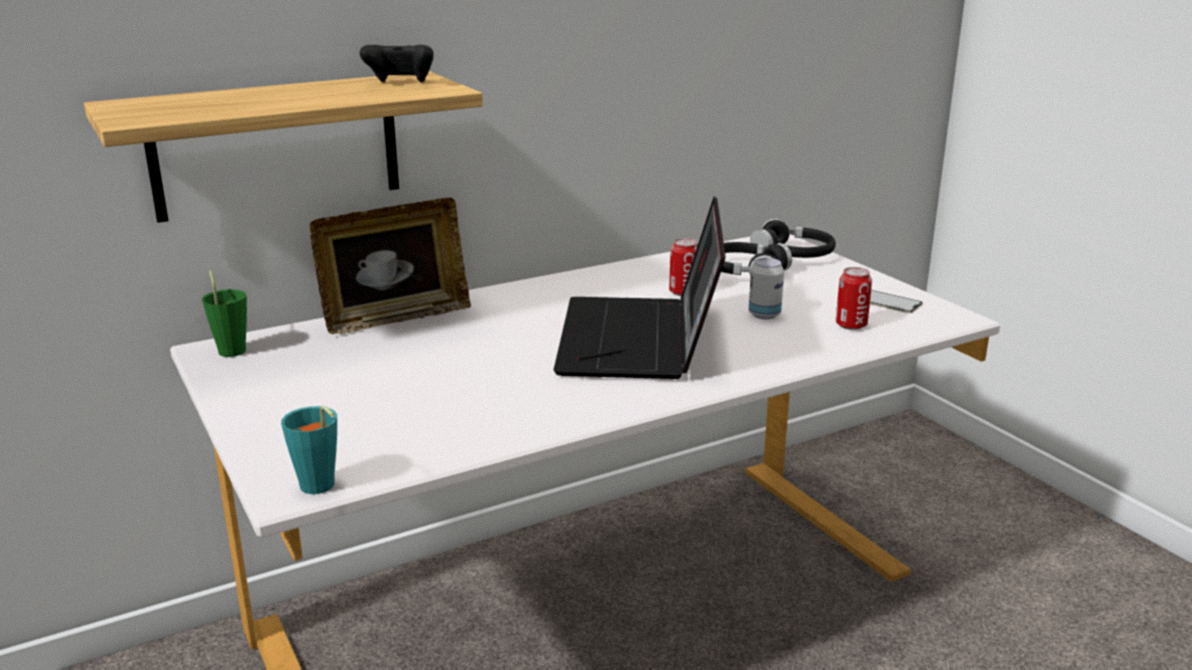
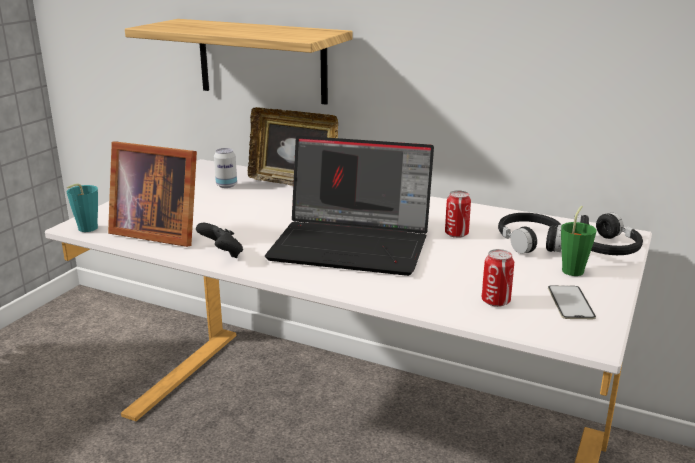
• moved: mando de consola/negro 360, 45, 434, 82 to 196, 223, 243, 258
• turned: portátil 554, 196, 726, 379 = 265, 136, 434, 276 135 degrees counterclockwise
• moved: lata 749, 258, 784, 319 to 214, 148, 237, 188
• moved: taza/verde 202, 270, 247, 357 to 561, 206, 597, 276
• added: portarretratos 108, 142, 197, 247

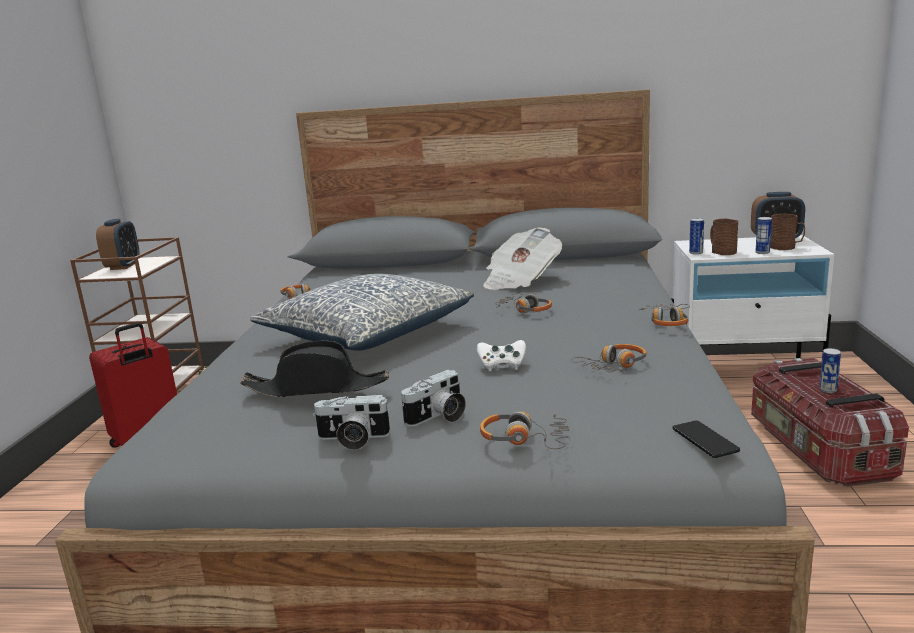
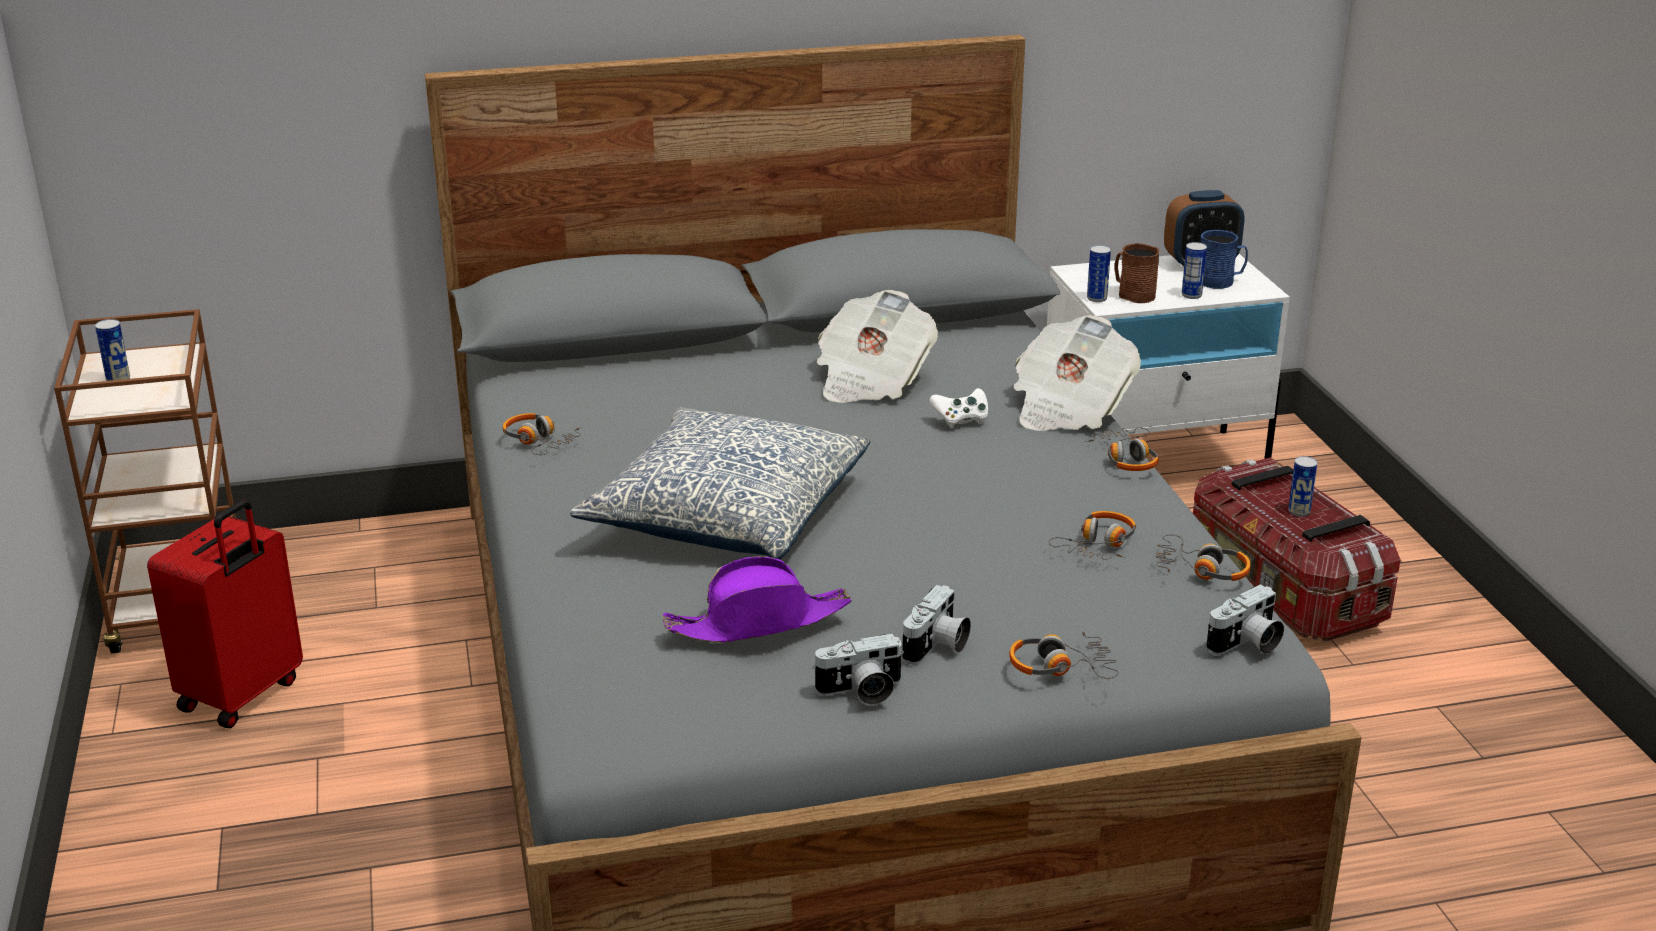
• recoloured: taza grande/marrón 770, 214, 805, 250 to taza grande/azul 1201, 230, 1248, 289
• replaced: despertador 96, 219, 140, 270 to lata 95, 319, 130, 381
• moved: auriculares 495, 293, 552, 313 to 1155, 534, 1251, 581
• recoloured: sombrero/negro 240, 340, 389, 397 to sombrero/morado 662, 557, 851, 643
• moved: mando de consola/blanco 477, 340, 526, 371 to 930, 388, 988, 429
• replaced: móvil 672, 420, 740, 458 to cámara 1206, 585, 1284, 655
• added: periódico 1013, 315, 1141, 431

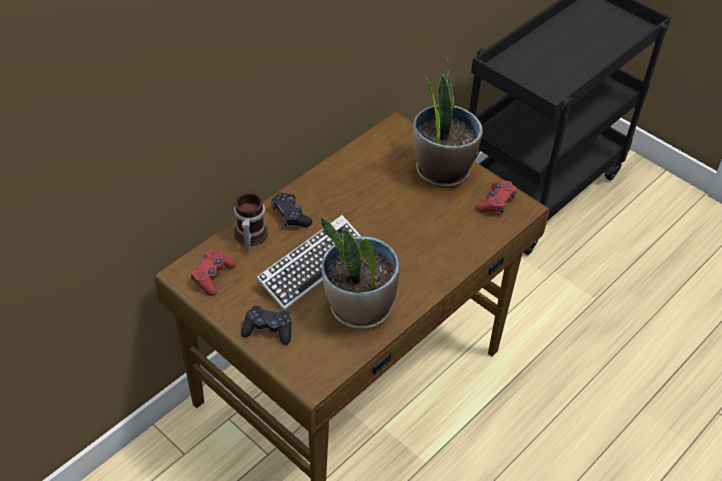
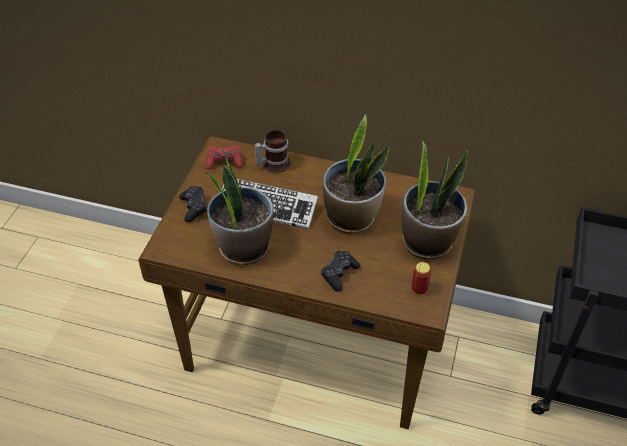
• replaced: mando de consola/rojo 476, 181, 517, 214 to lata 412, 262, 431, 296
• moved: mando de consola/negro 271, 192, 312, 227 to 321, 251, 360, 292
• added: planta en maceta 323, 114, 389, 233

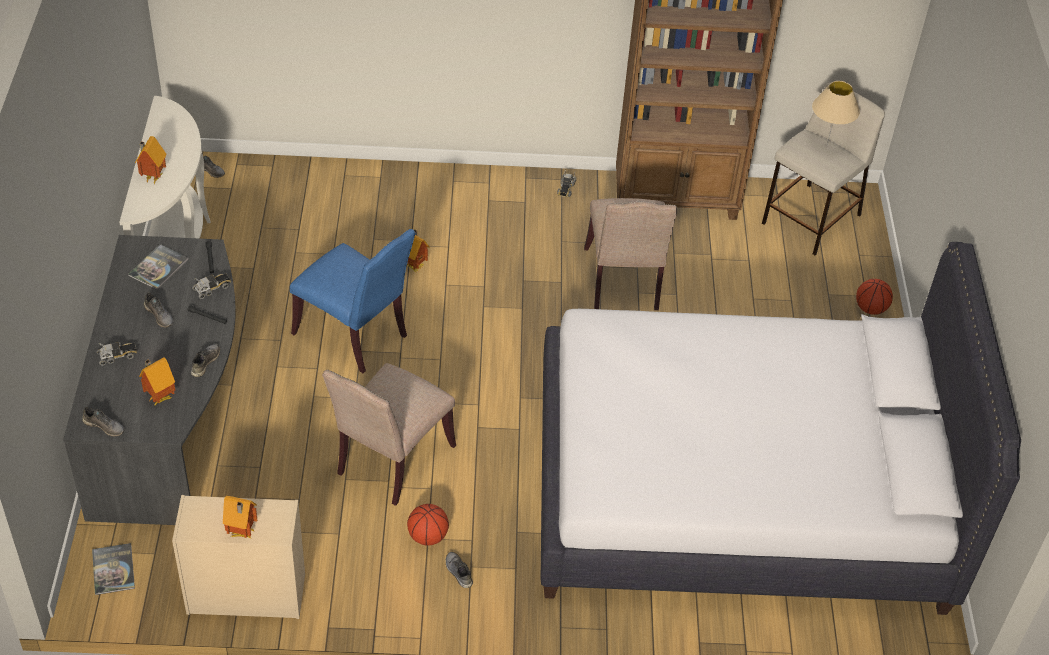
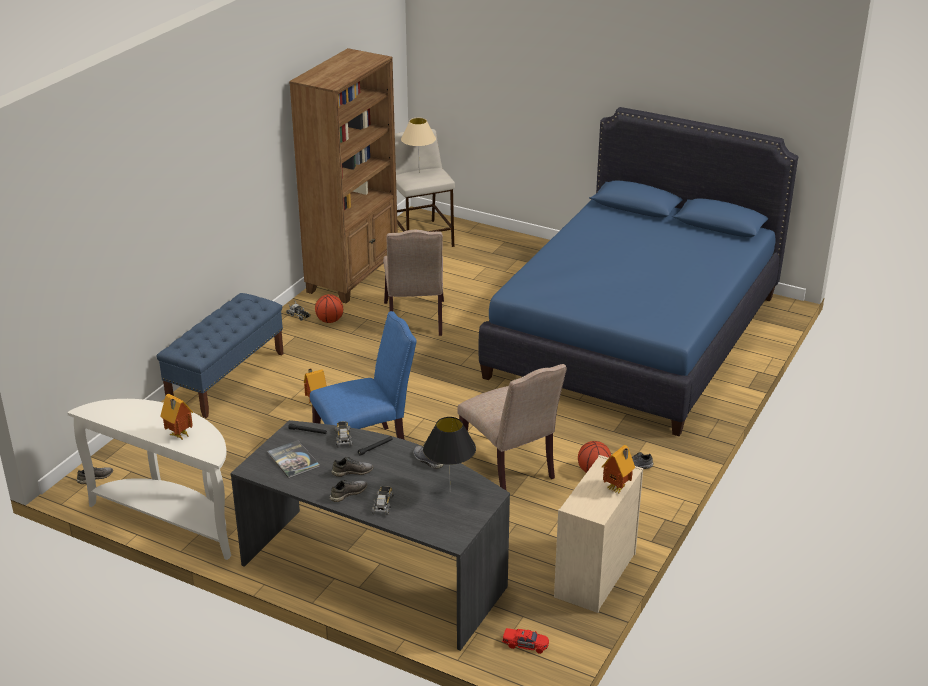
• turned: silla/beis 584, 198, 677, 310 = 383, 230, 444, 336 60 degrees clockwise
• recoloured: cama/blanco 541, 242, 1021, 615 to cama/azul 478, 107, 798, 436
• moved: balón de baloncesto 856, 279, 893, 315 to 315, 294, 343, 323
• replaced: casita 139, 357, 175, 406 to lámpara de mesa/negro 423, 417, 476, 490
• moved: zapato/gris 82, 407, 124, 437 to 330, 480, 367, 502
• replaced: libro 92, 543, 135, 595 to coche de juguete/rojo 502, 628, 549, 654
• added: banco/azul 157, 293, 284, 418

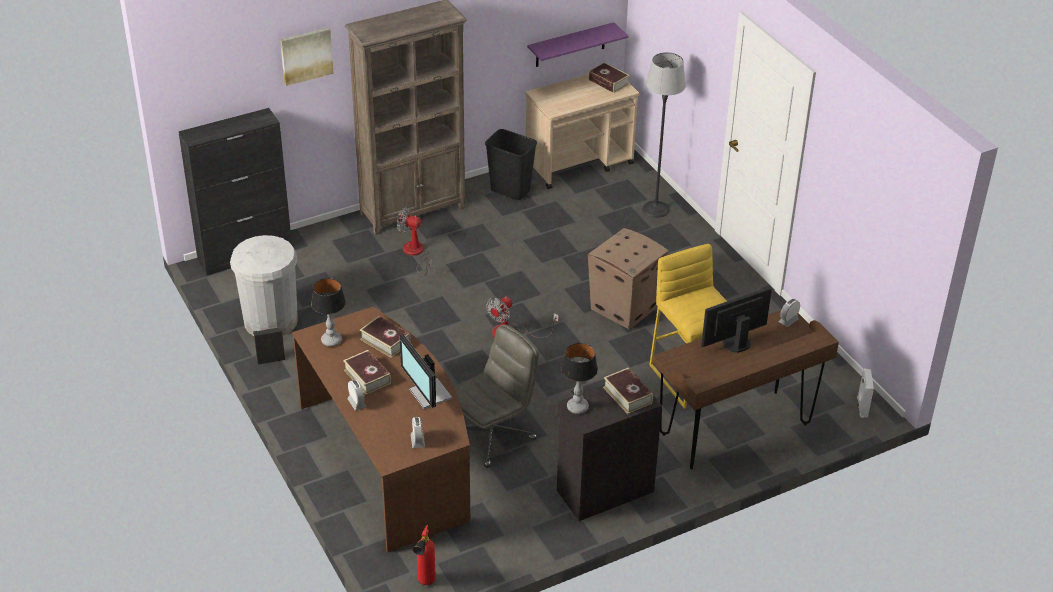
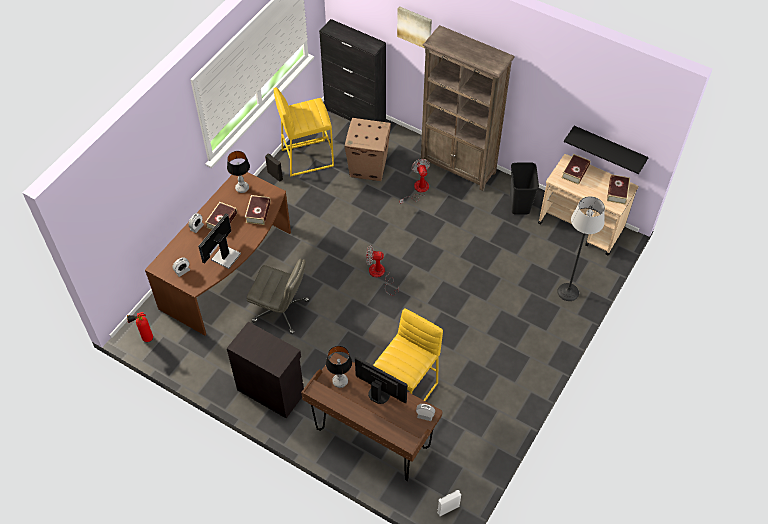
• recoloured: estante/morado 527, 22, 629, 67 to estante/negro 564, 126, 649, 174
• moved: caja de cartón 588, 228, 669, 330 to 344, 118, 391, 181
• replaced: papelera/blanco 230, 235, 298, 336 to taburete/amarillo 274, 87, 334, 177
• moved: lámpara de mesa 561, 343, 598, 414 to 326, 346, 352, 388
• moved: libro 603, 368, 653, 414 to 561, 154, 590, 185

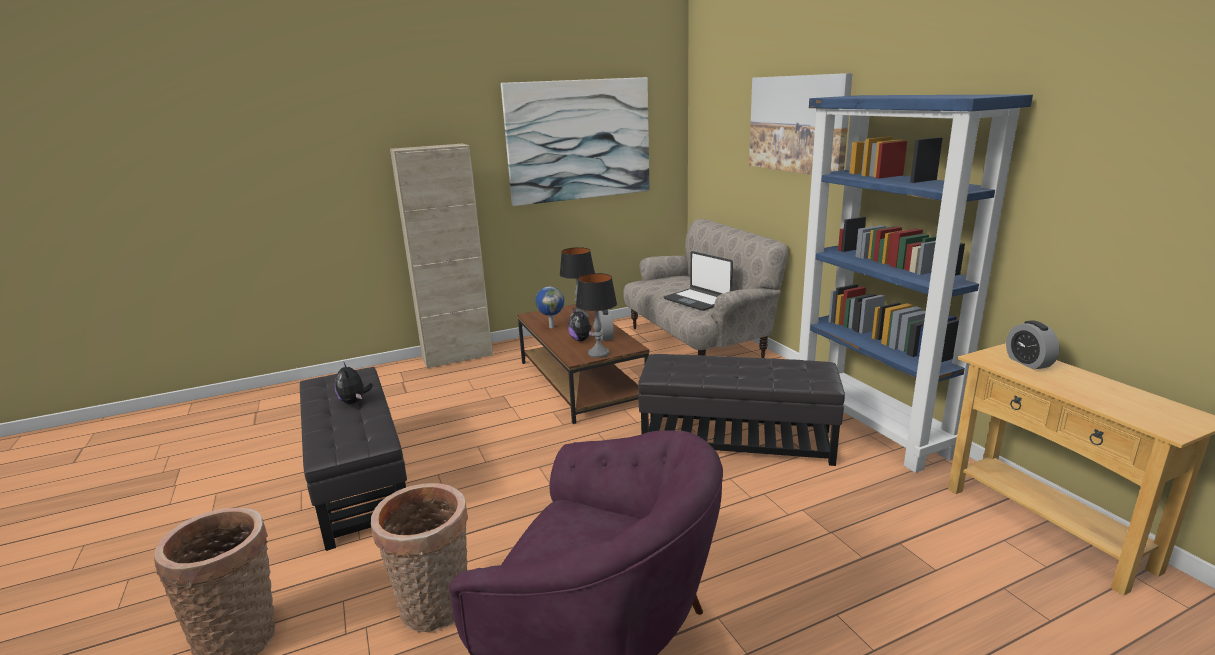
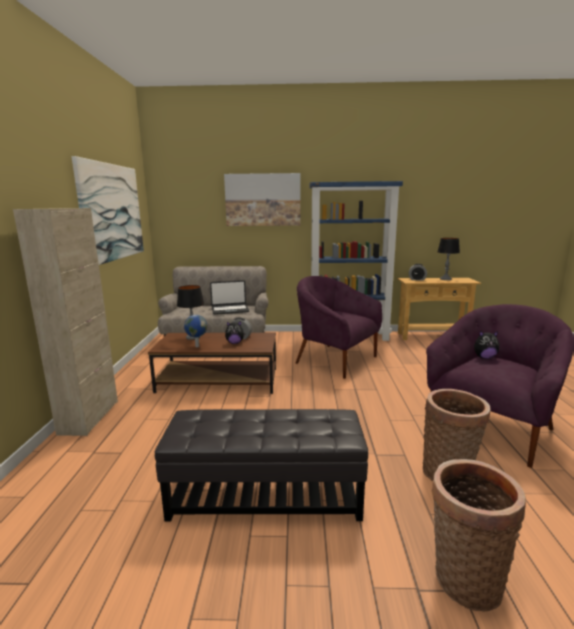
• moved: lámpara de mesa 576, 273, 617, 358 to 438, 238, 460, 280
• replaced: puf/negro 638, 354, 845, 466 to sillón/morado 296, 276, 382, 379
• moved: peluche 335, 361, 373, 404 to 474, 331, 499, 359

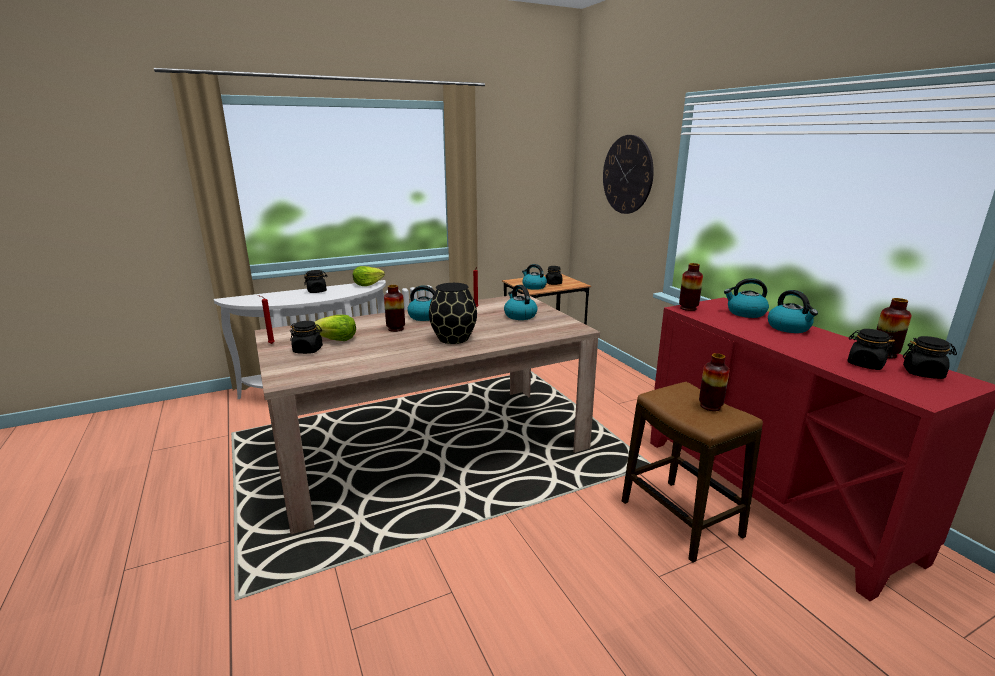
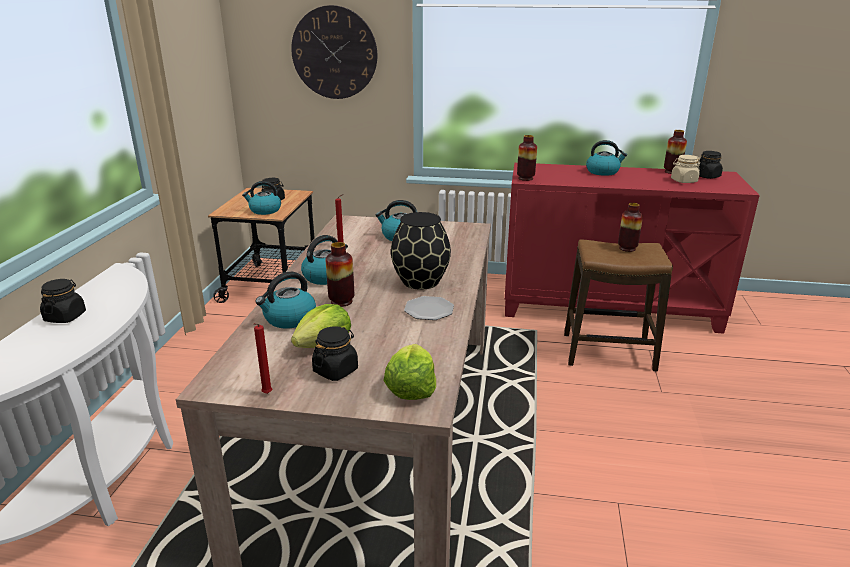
• moved: lechuga 353, 266, 385, 286 to 383, 344, 436, 400
• moved: hervidor 724, 278, 769, 318 to 255, 272, 316, 329
• recoloured: tarro/negro 847, 329, 895, 370 to tarro/beis 671, 155, 700, 183
• added: plato 404, 296, 454, 320

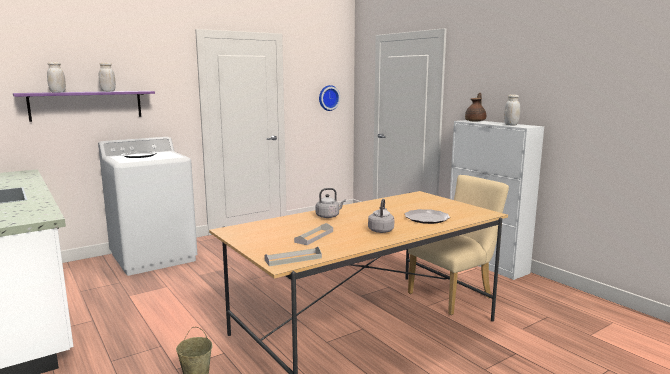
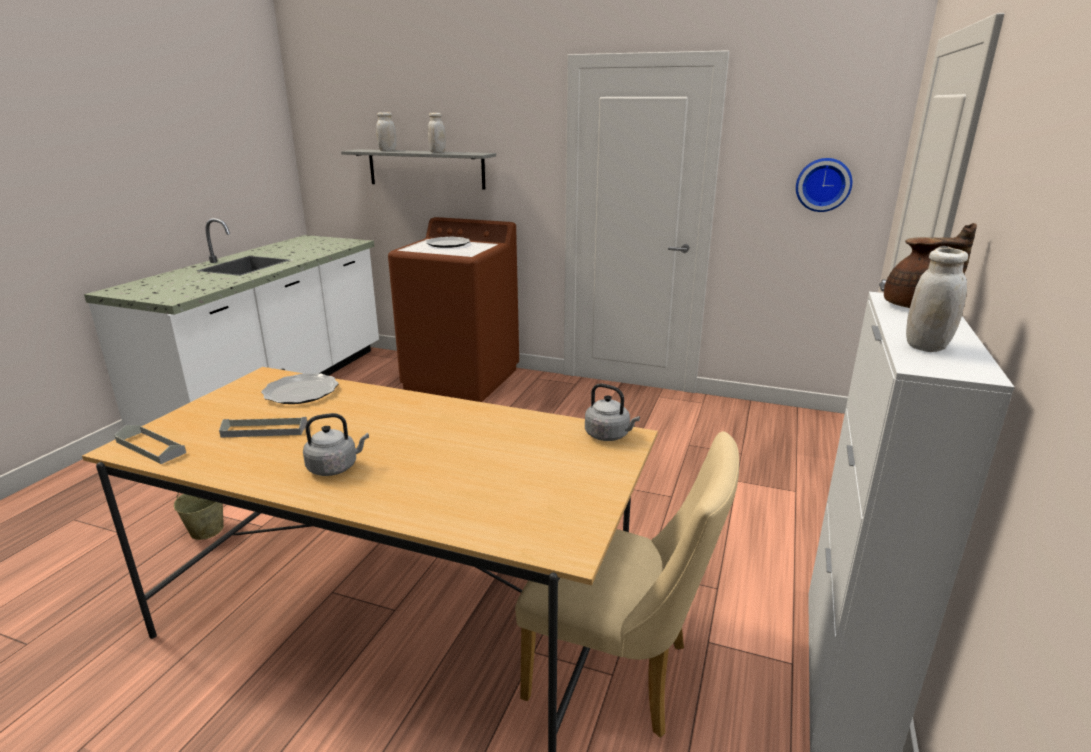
• recoloured: estante/morado 13, 91, 155, 122 to estante/gris 341, 149, 496, 189
• recoloured: lavadora/blanco 98, 137, 197, 276 to lavadora/marrón 388, 217, 519, 402
• moved: hervidor/gris 316, 188, 346, 218 to 585, 384, 640, 441
• moved: plato 405, 209, 450, 224 to 261, 373, 339, 404

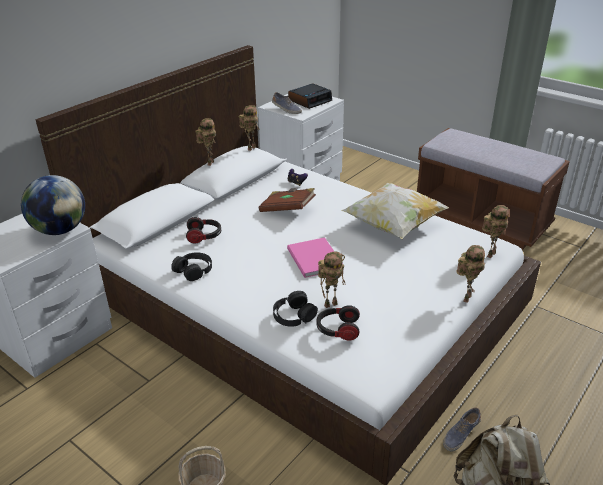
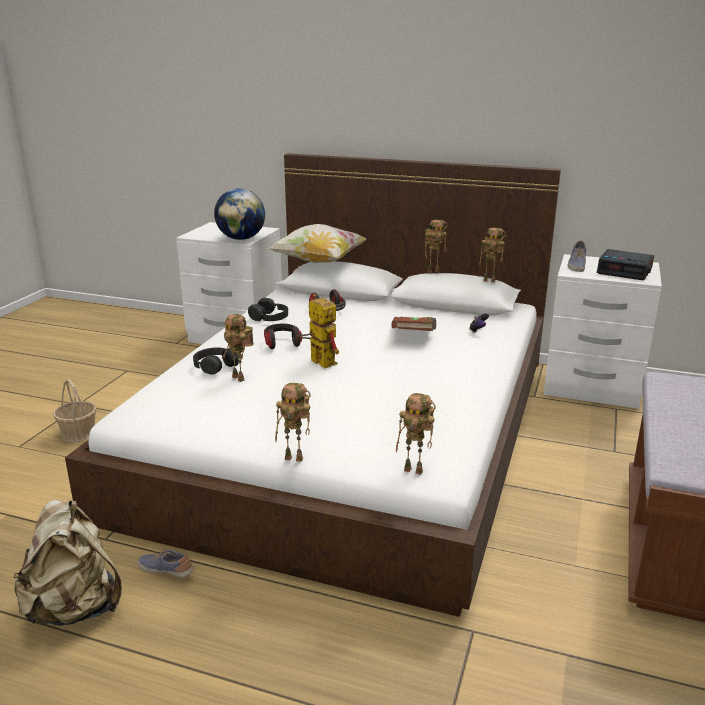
• moved: cojín 341, 183, 449, 239 to 268, 224, 366, 263
• replaced: libro/rosa 287, 237, 343, 278 to robot de juguete 296, 294, 339, 368
• moved: auriculares 317, 305, 360, 341 to 264, 324, 302, 349

